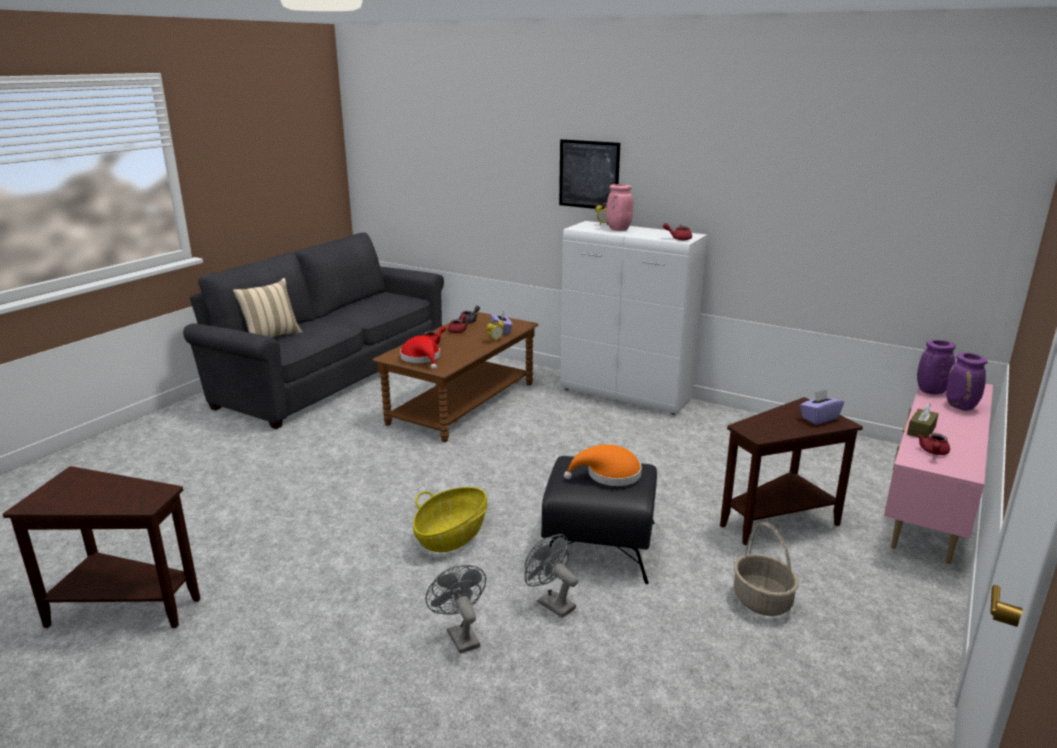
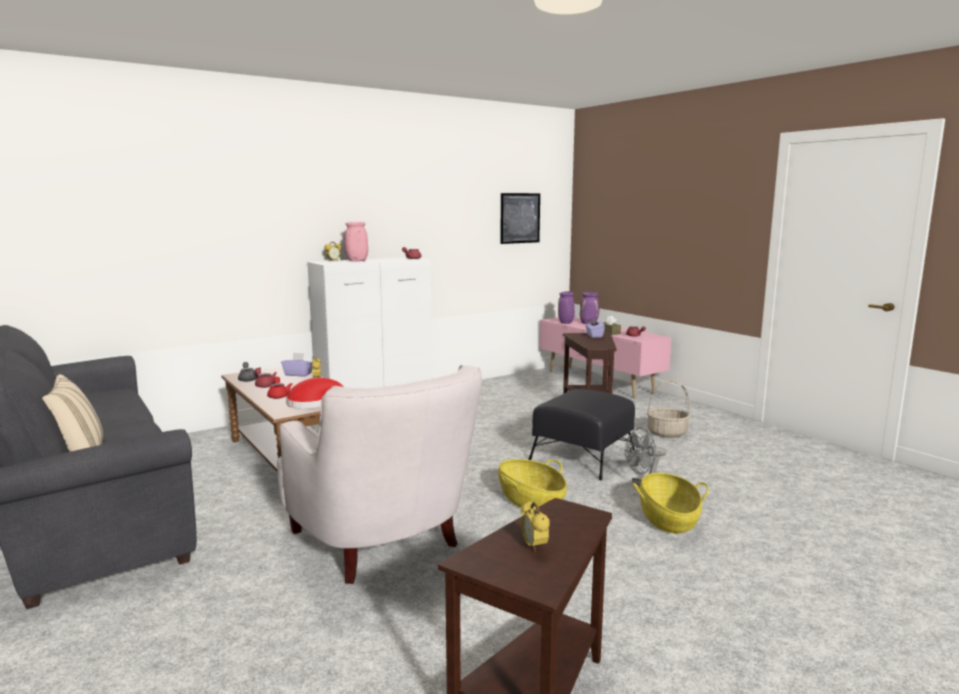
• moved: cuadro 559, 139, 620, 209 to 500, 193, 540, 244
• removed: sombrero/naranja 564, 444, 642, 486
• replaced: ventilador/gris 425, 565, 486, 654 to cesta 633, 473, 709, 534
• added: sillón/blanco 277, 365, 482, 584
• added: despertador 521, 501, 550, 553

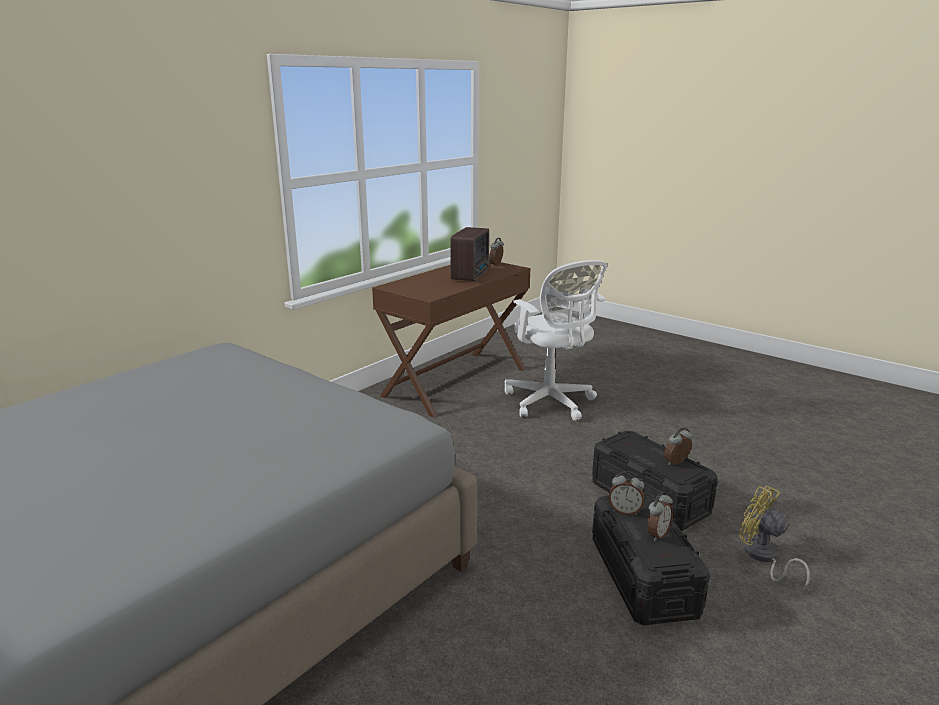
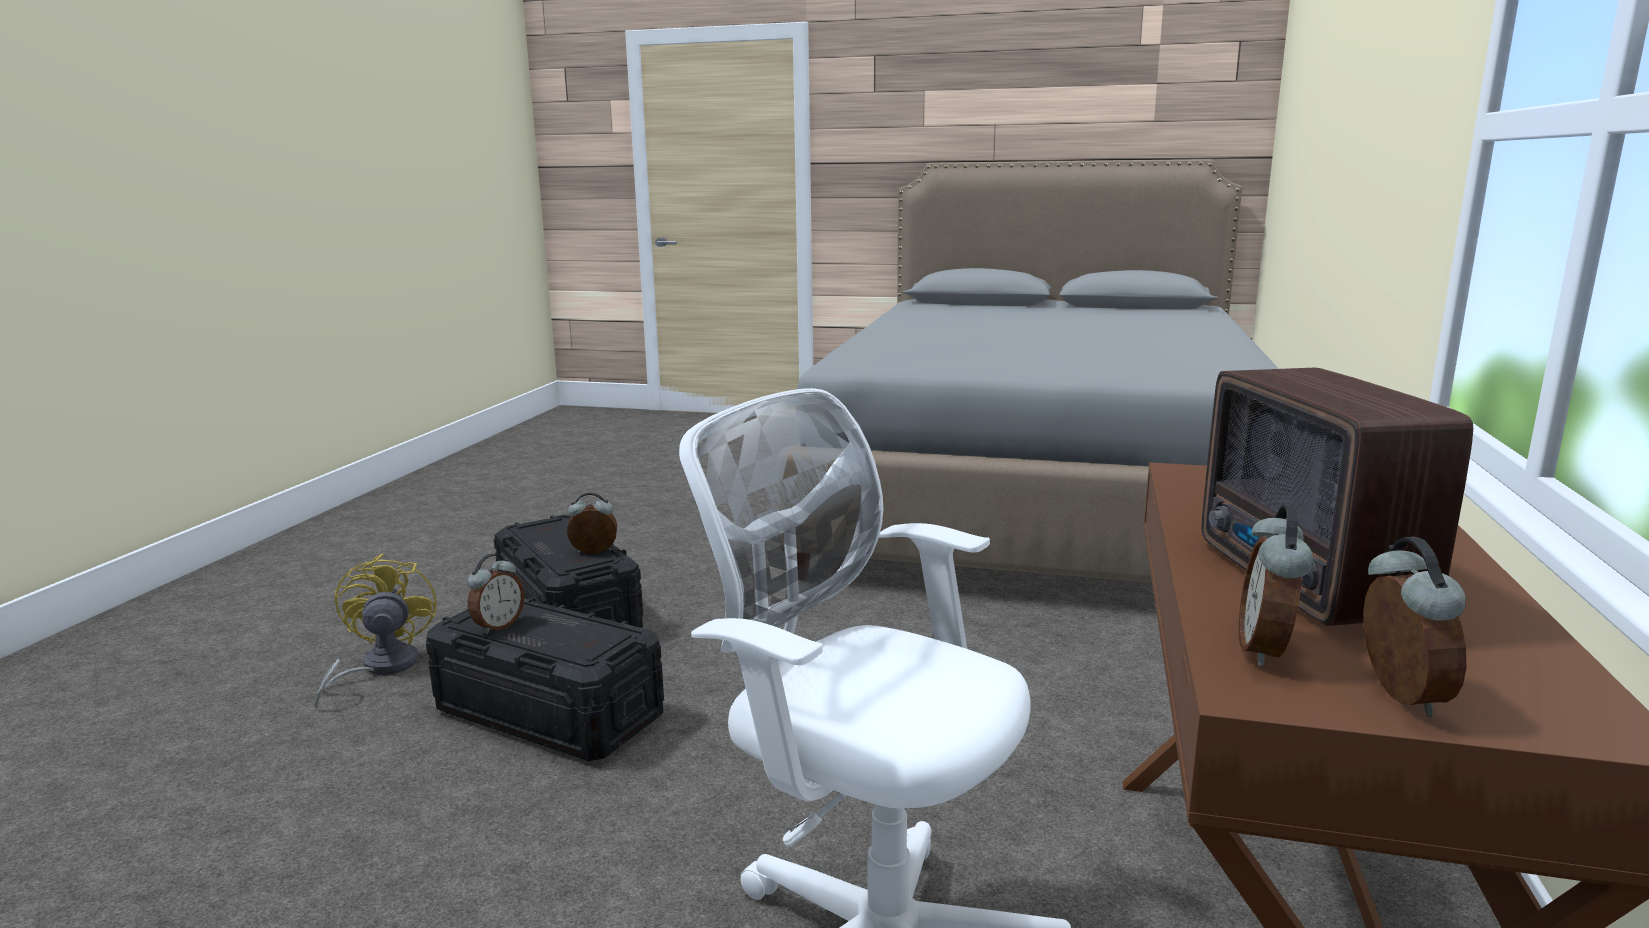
• turned: ventilador/amarillo 739, 485, 810, 592 = 314, 553, 437, 709 120 degrees counterclockwise
• moved: despertador 647, 492, 673, 541 to 1239, 504, 1314, 666

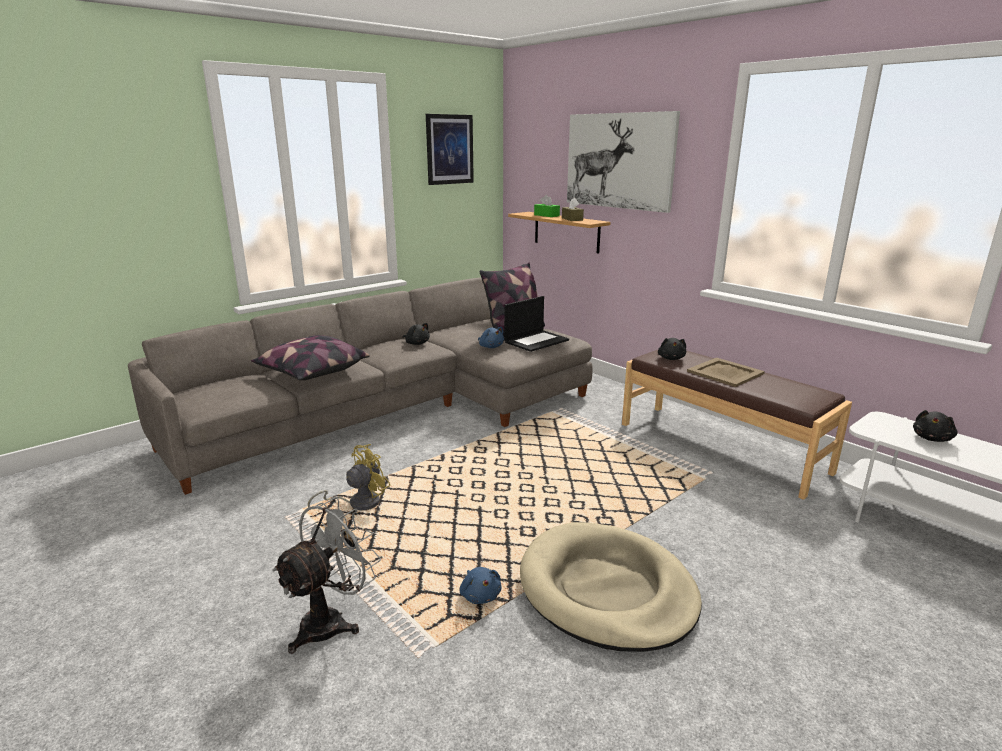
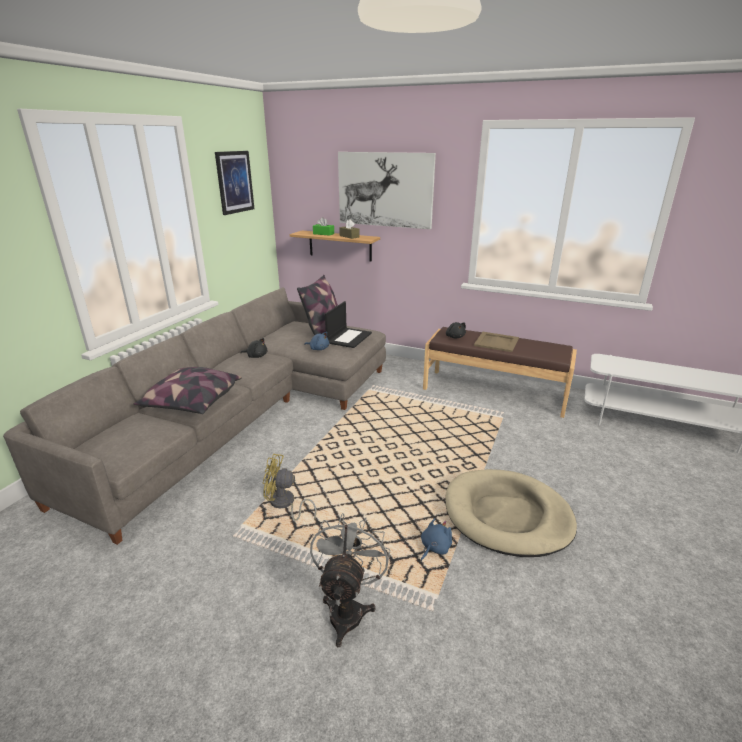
• removed: peluche/negro 913, 410, 958, 442
• turned: ventilador/amarillo 308, 444, 391, 510 = 263, 454, 317, 521 105 degrees counterclockwise
• turned: peluche/azul 459, 567, 501, 604 = 421, 518, 452, 561 90 degrees counterclockwise

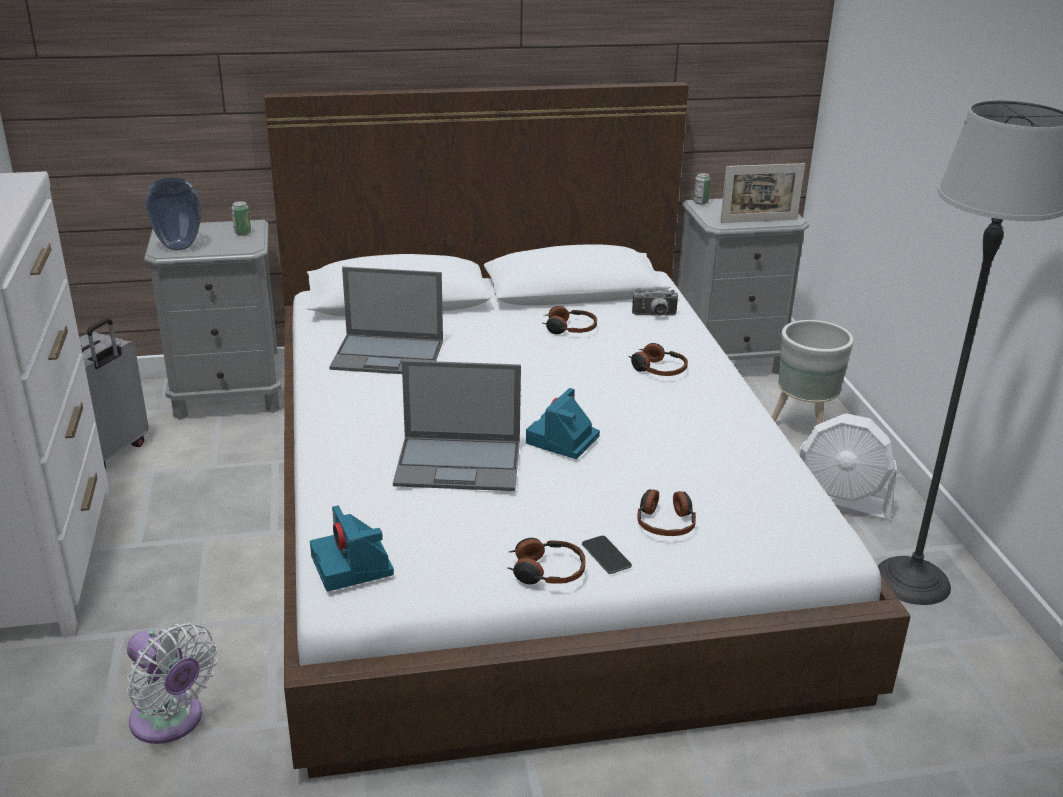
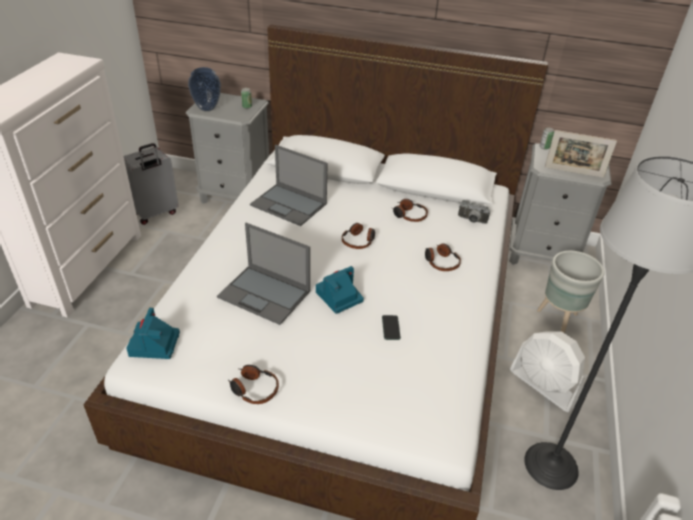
• moved: auriculares 637, 489, 696, 536 to 342, 223, 375, 249
• moved: móvil 582, 536, 632, 574 to 382, 315, 401, 340
• removed: ventilador/blanco 127, 622, 218, 744

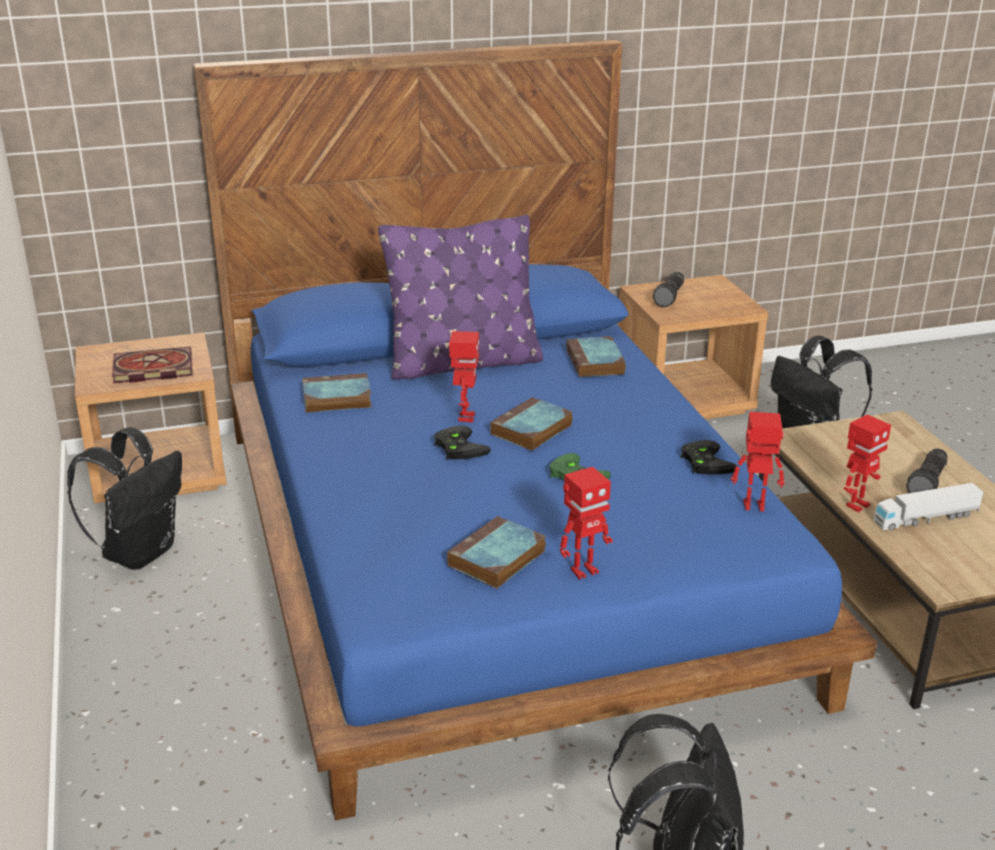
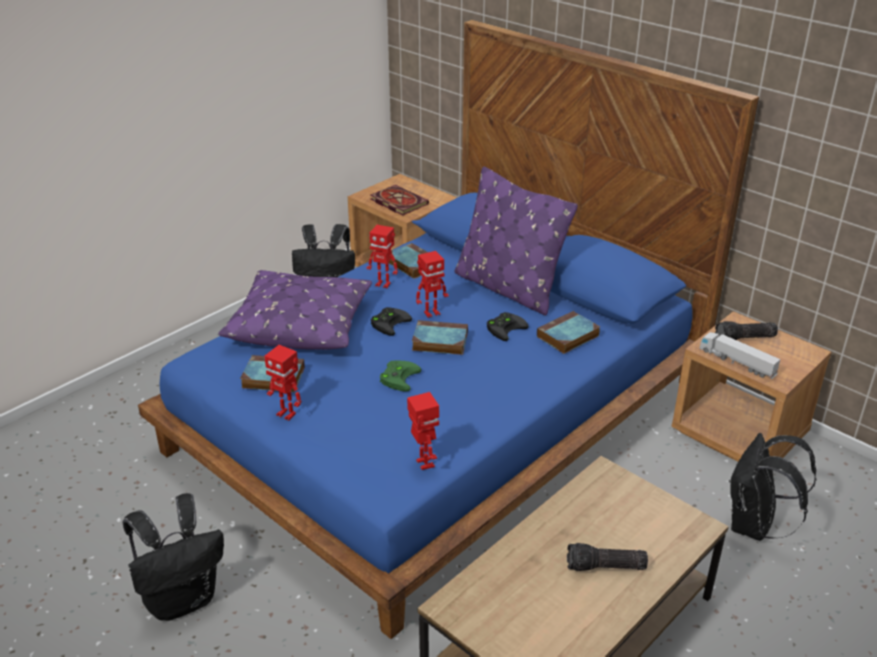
• moved: robot de juguete 844, 414, 891, 513 to 367, 225, 398, 288
• moved: mando de consola/negro 680, 440, 738, 475 to 487, 312, 529, 341
• moved: camión de juguete 873, 483, 983, 530 to 700, 332, 780, 380
• added: cojín/morado 218, 270, 372, 350

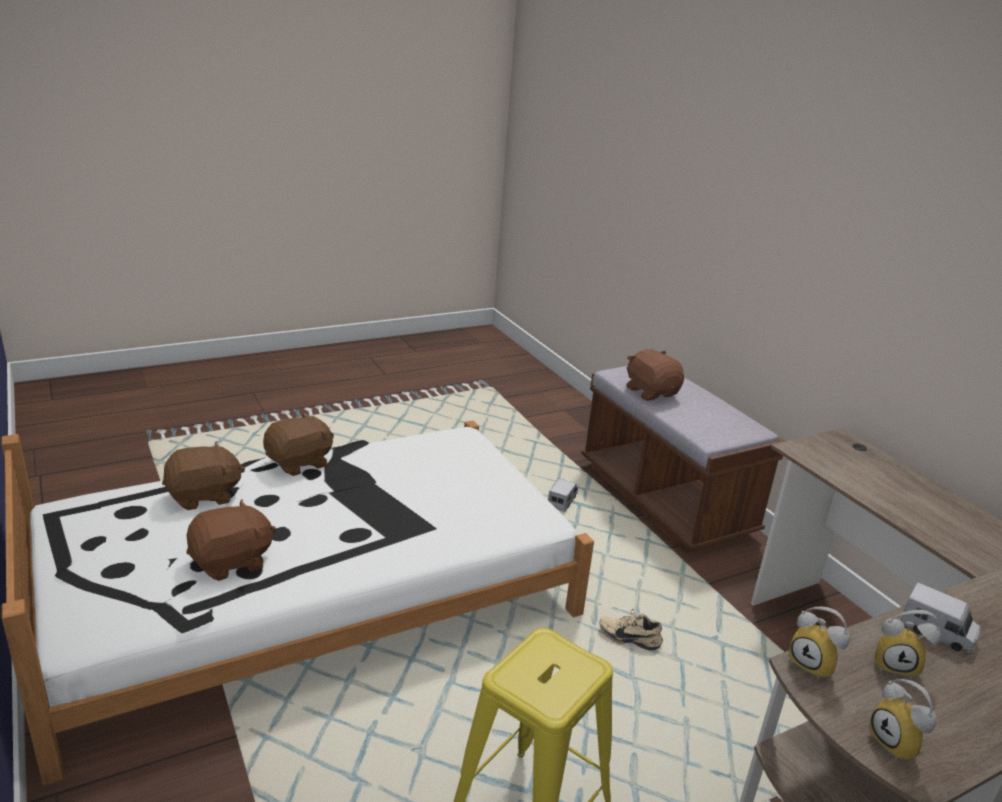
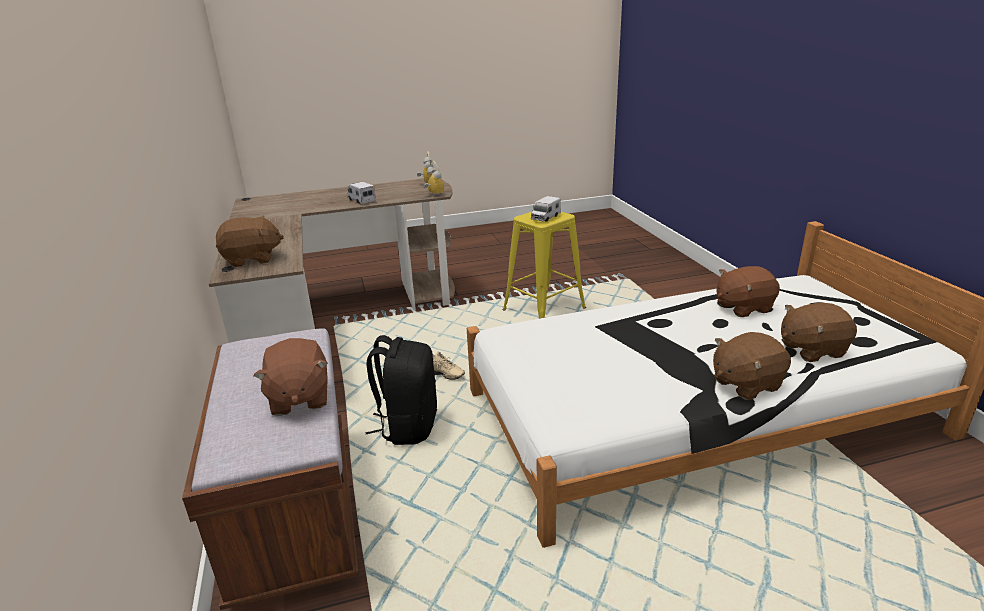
• moved: camión de juguete 548, 478, 578, 512 to 531, 196, 561, 222
• removed: despertador 874, 610, 941, 679
• added: peluche/marrón 216, 216, 284, 267
• added: mochila/negro 366, 335, 437, 445

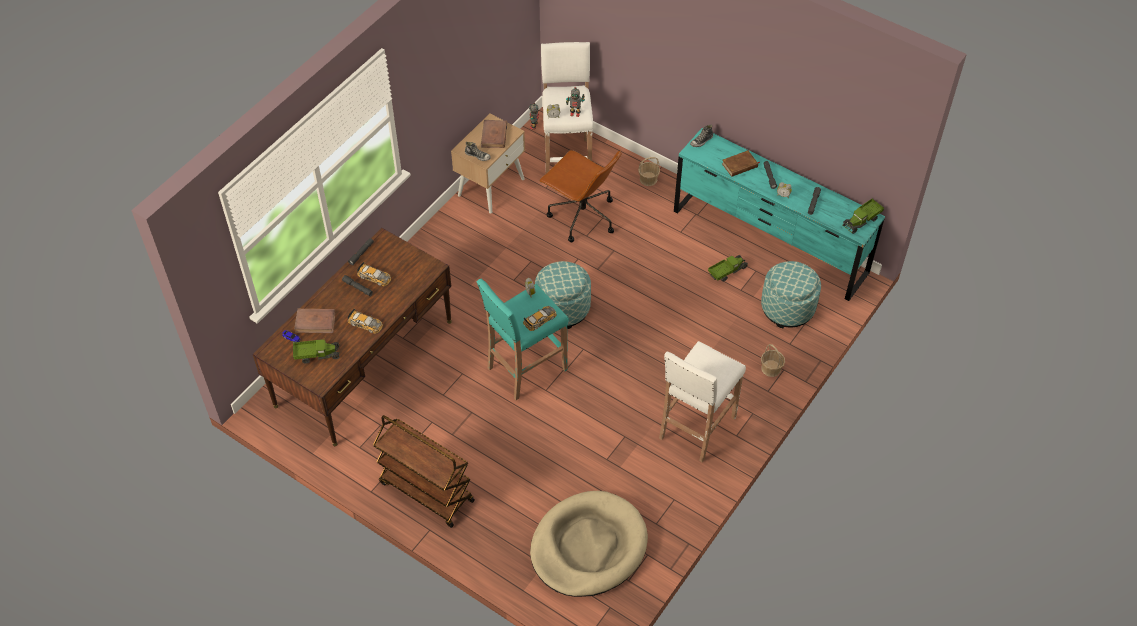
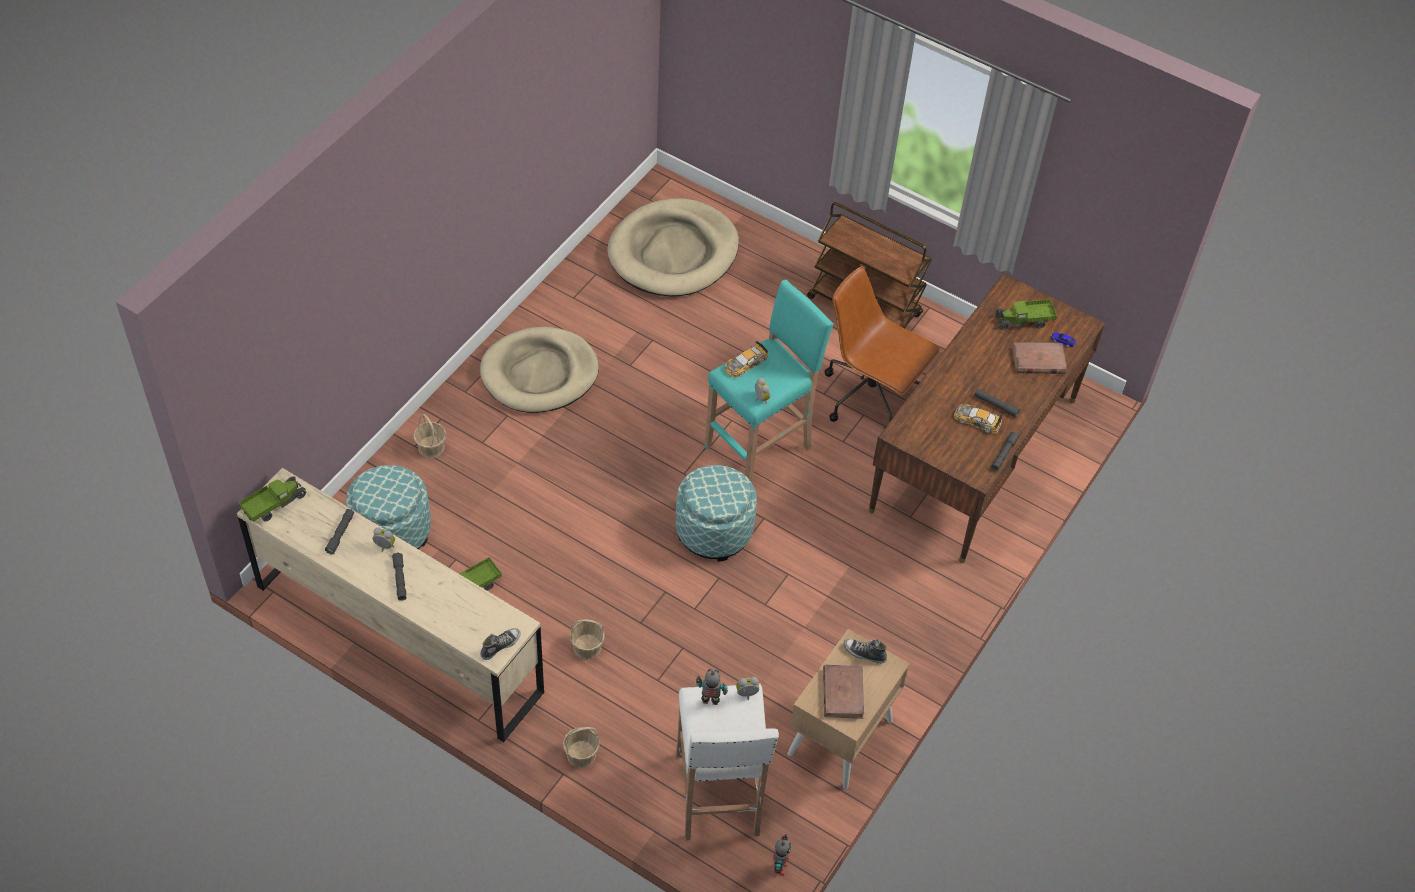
• recoloured: cómoda/turquesa 674, 128, 885, 301 to cómoda/beis 237, 468, 544, 742
• moved: silla de oficina/marrón 539, 150, 622, 242 to 825, 266, 940, 429
• removed: libro/marrón 722, 150, 760, 177
• removed: coche de juguete 348, 309, 383, 333
• replaced: taburete/blanco 659, 341, 746, 462 to cama para perro/beis 480, 327, 599, 413
• added: cesta 569, 620, 605, 660

